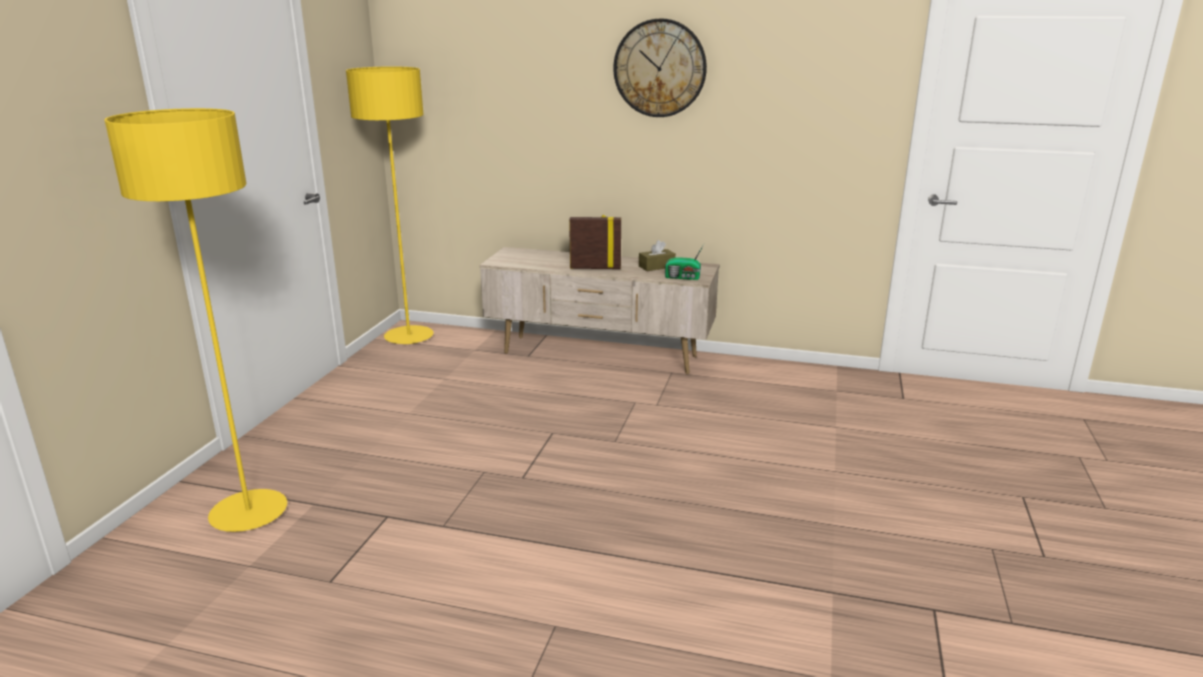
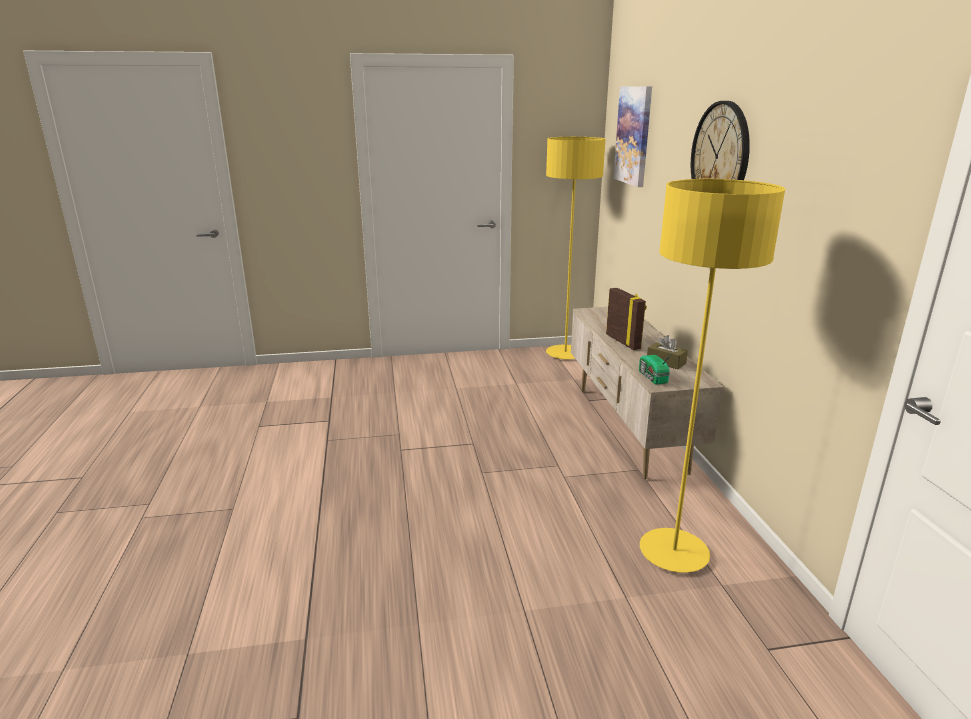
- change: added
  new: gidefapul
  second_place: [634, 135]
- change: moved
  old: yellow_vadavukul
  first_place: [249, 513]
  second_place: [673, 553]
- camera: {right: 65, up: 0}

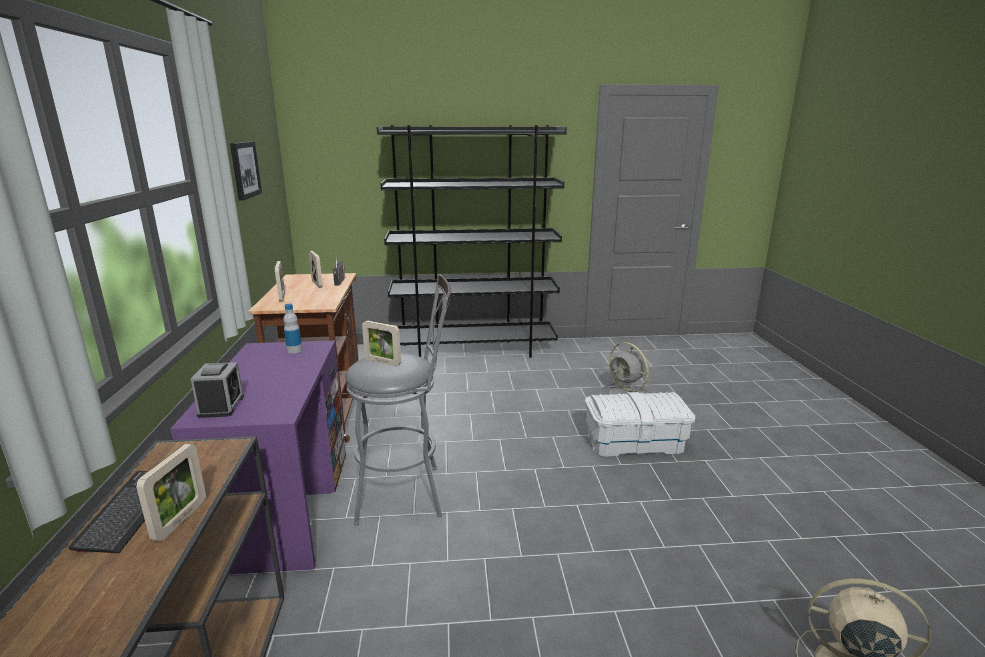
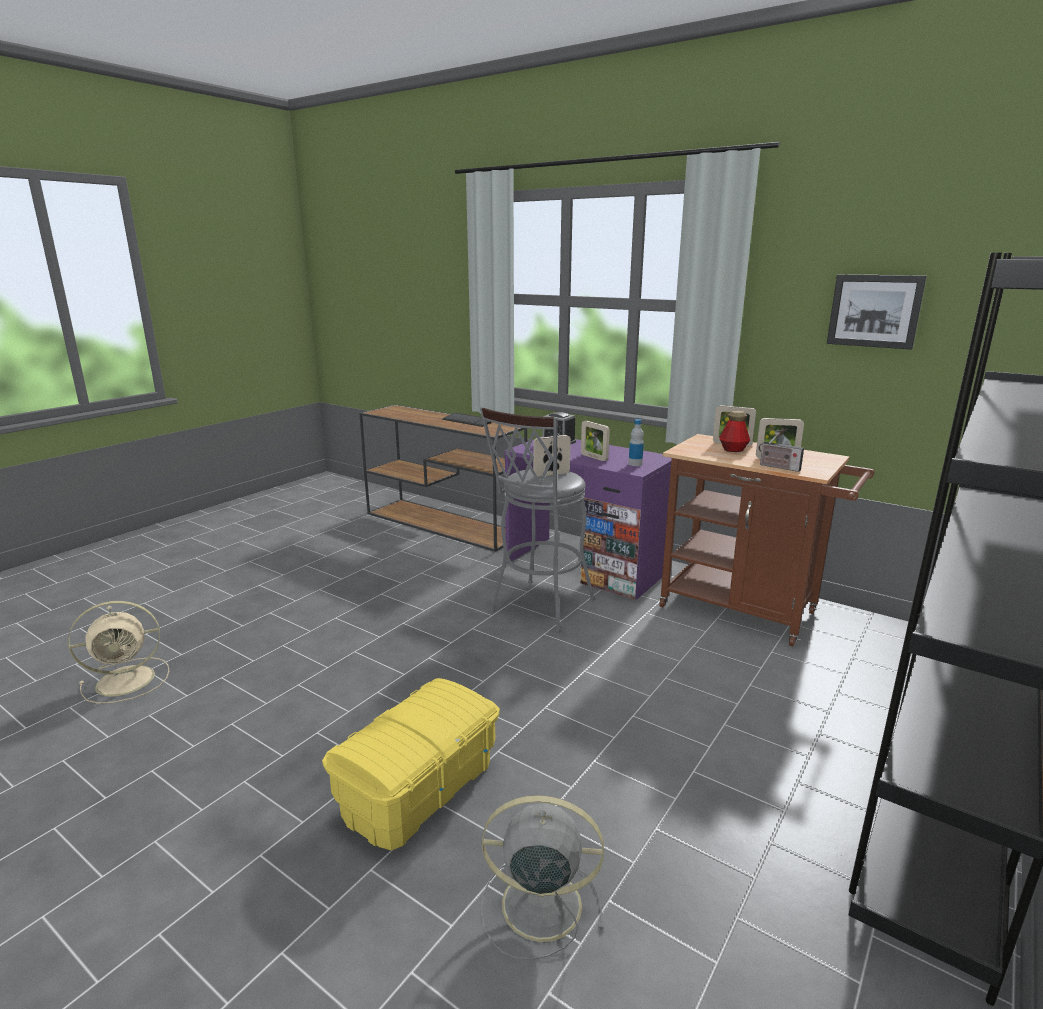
- change: added
  new: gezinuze
  second_place: [733, 450]
- change: moved
  old: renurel
  first_place: [180, 520]
  second_place: [594, 457]
- change: recoloured
  old: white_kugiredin
  new: yellow_kugiredin
  first_place: [635, 442]
  second_place: [419, 788]
- camera: {right: 130, up: 0}

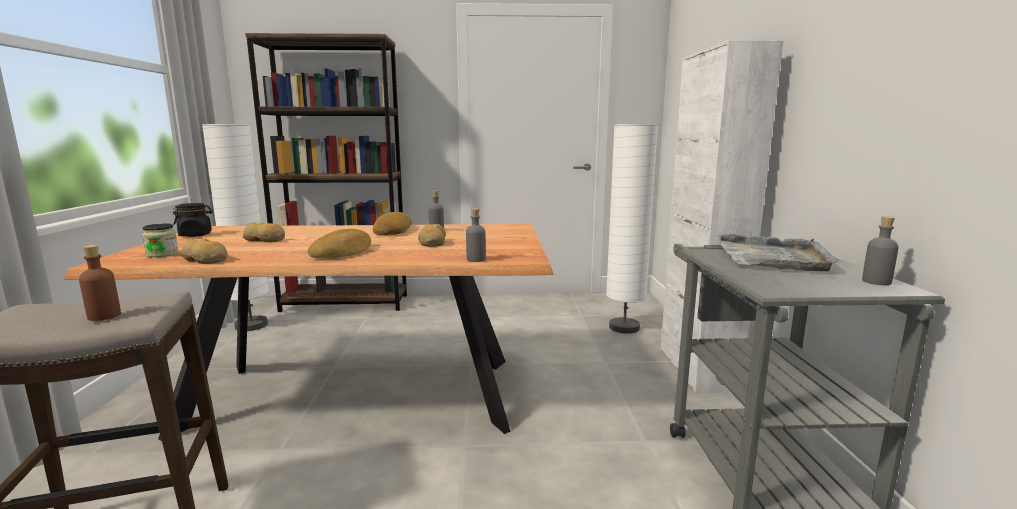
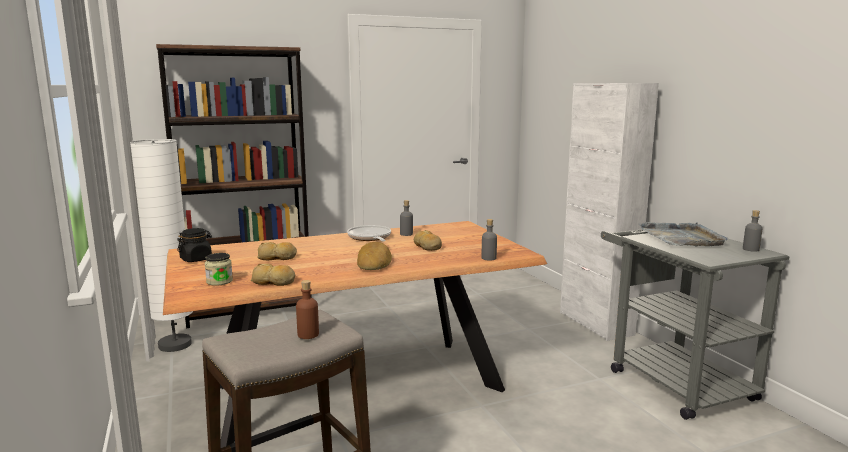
- change: removed
  old: white_vadavukul
  first_place: [624, 327]
- change: replaced
  old: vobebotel
  new: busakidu
  first_place: [392, 231]
  second_place: [370, 238]
- camera: {right: -20, up: 0}

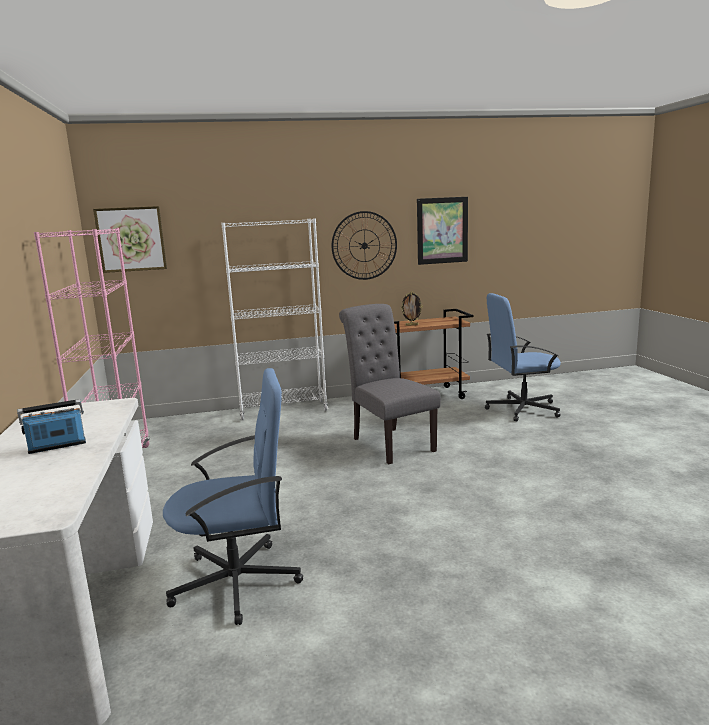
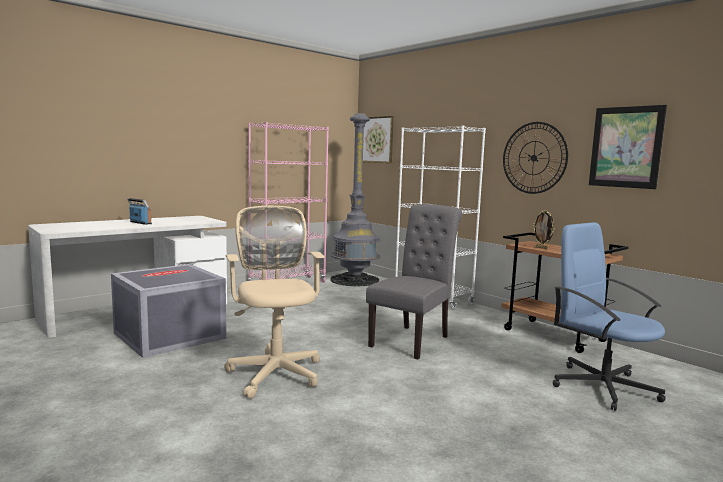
- change: added
  new: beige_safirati
  second_place: [275, 372]
- change: added
  new: grey_vadavukul
  second_place: [354, 280]
- change: replaced
  old: blue_safirati
  new: grey_kugiredin
  first_place: [238, 582]
  second_place: [168, 336]
- camera: {right: 60, up: -5}

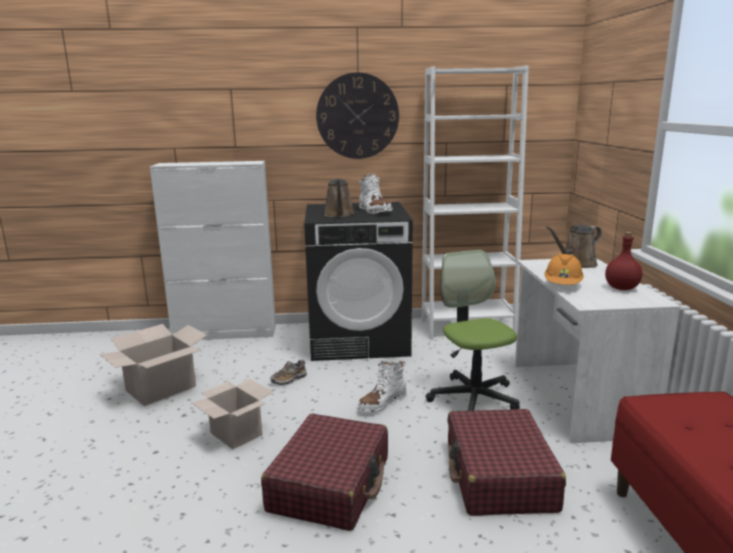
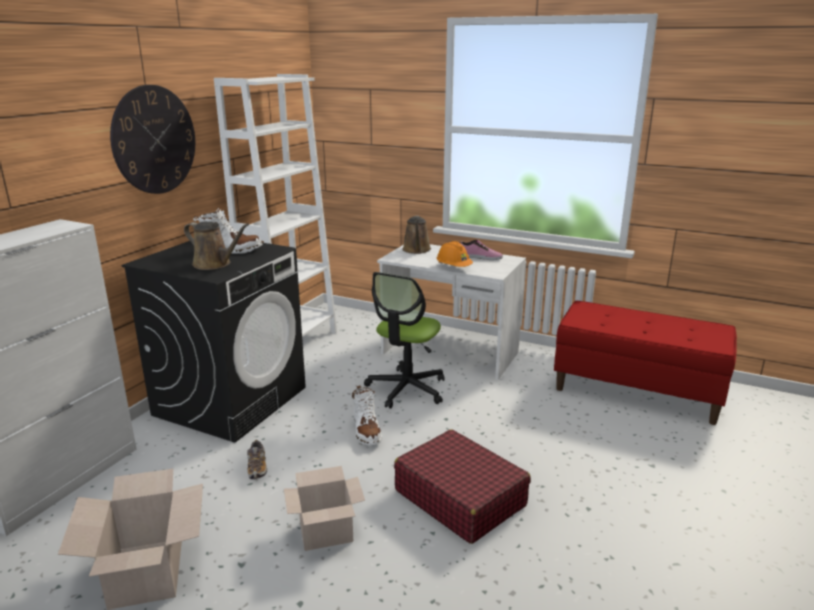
- change: removed
  old: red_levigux
  first_place: [499, 476]
- change: replaced
  old: red_gezinuze
  new: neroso
  first_place: [621, 288]
  second_place: [479, 257]
- change: turned
  old: safirati
  first_place: [473, 398]
  second_place: [406, 389]
  degrees: -75
- camera: {right: -60, up: 5}

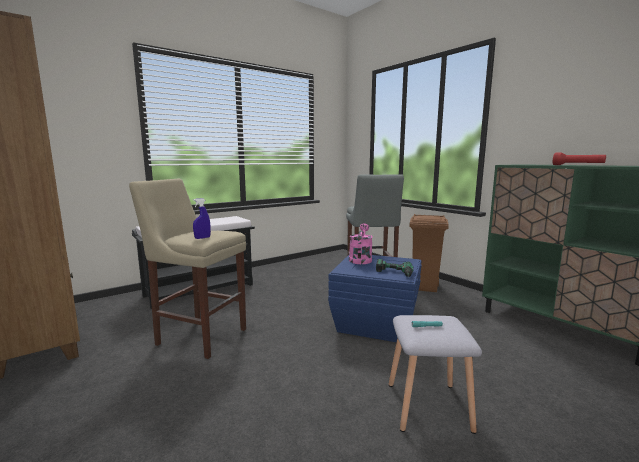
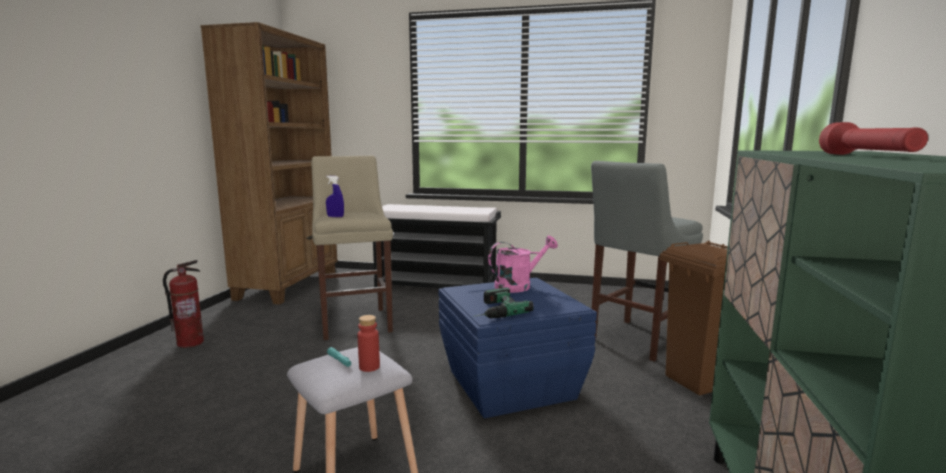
- change: added
  new: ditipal
  second_place: [190, 343]
- change: added
  new: red_gezinuze
  second_place: [369, 367]
- camera: {right: 50, up: 0}

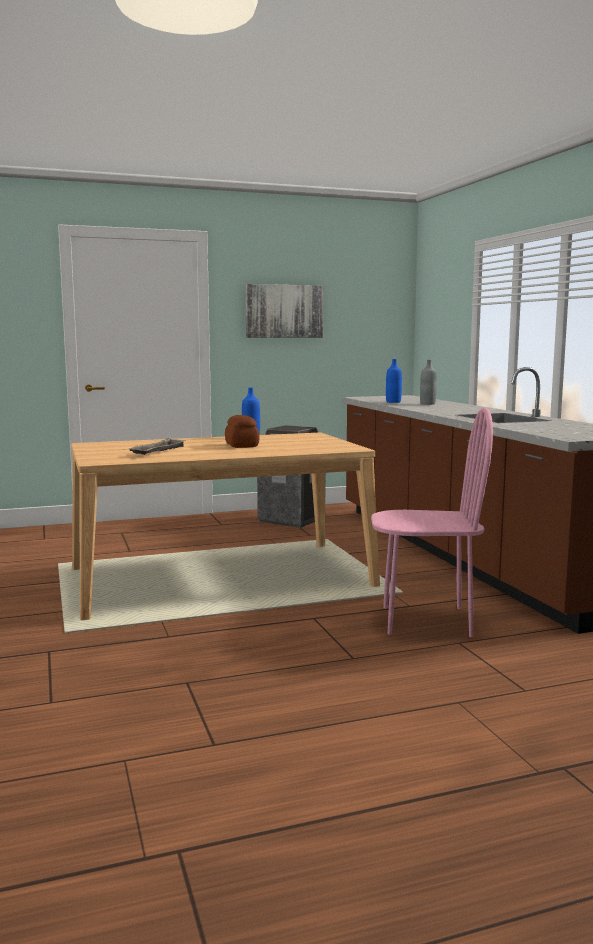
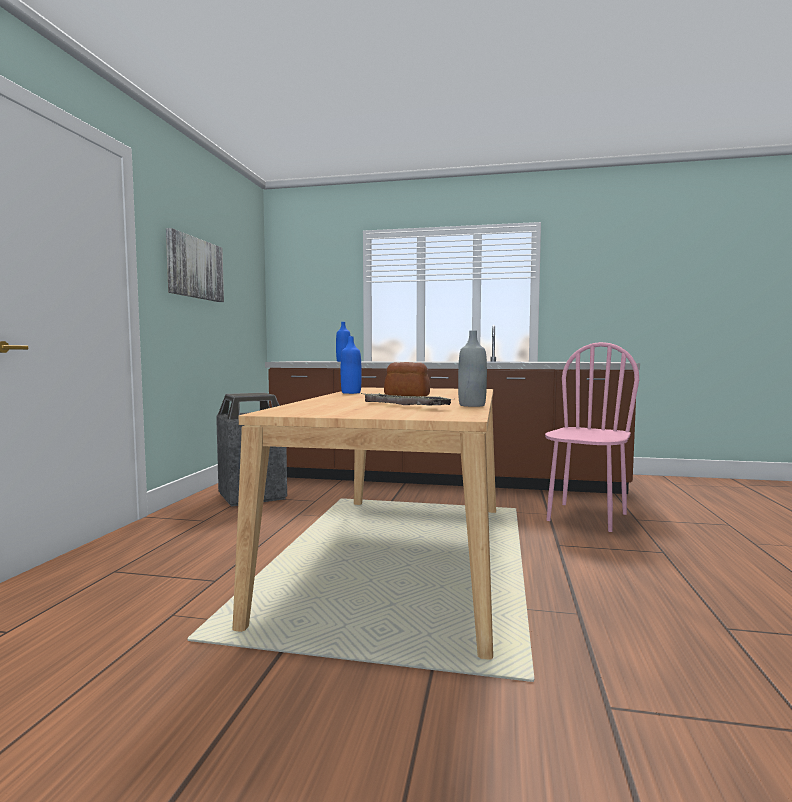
- change: moved
  old: grey_gezinuze
  first_place: [427, 404]
  second_place: [472, 405]
- camera: {right: -60, up: -5}

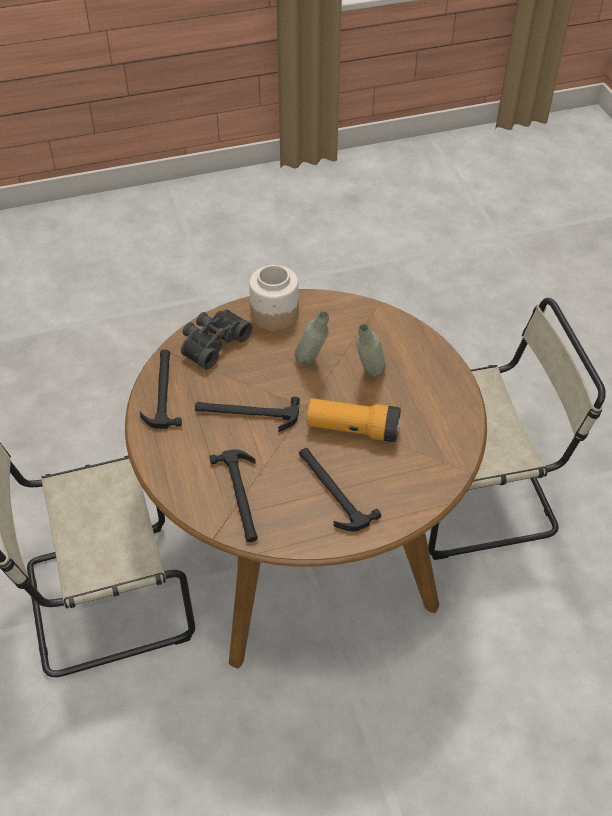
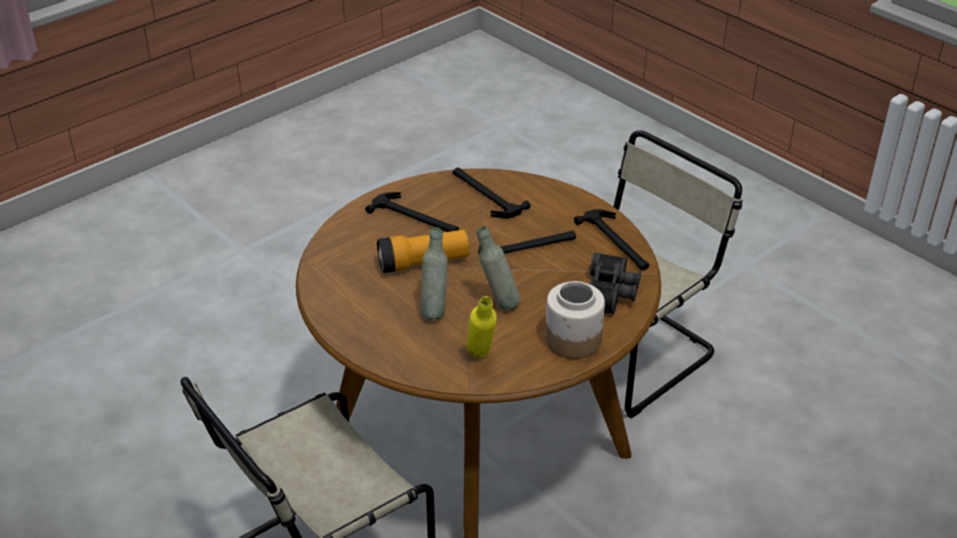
- change: added
  new: yellow_gezinuze
  second_place: [481, 359]
- camera: {right: 155, up: -10}

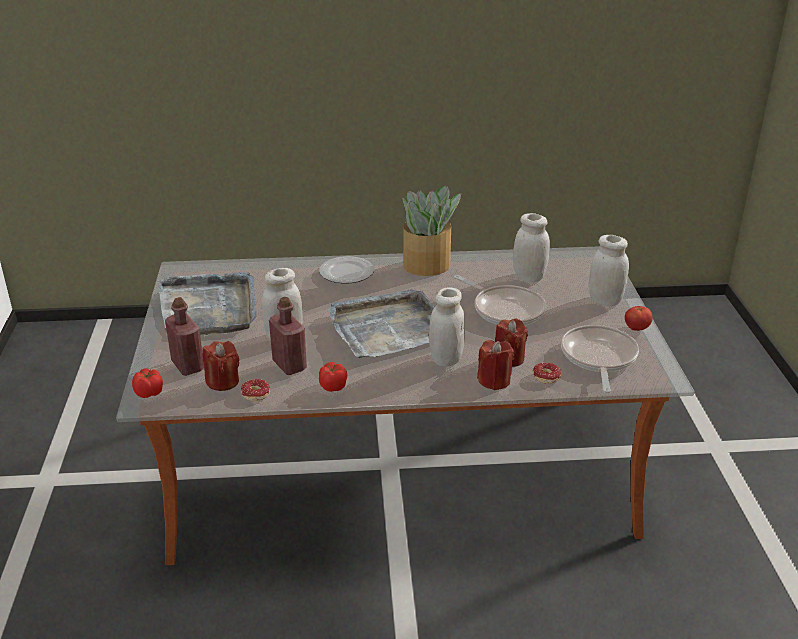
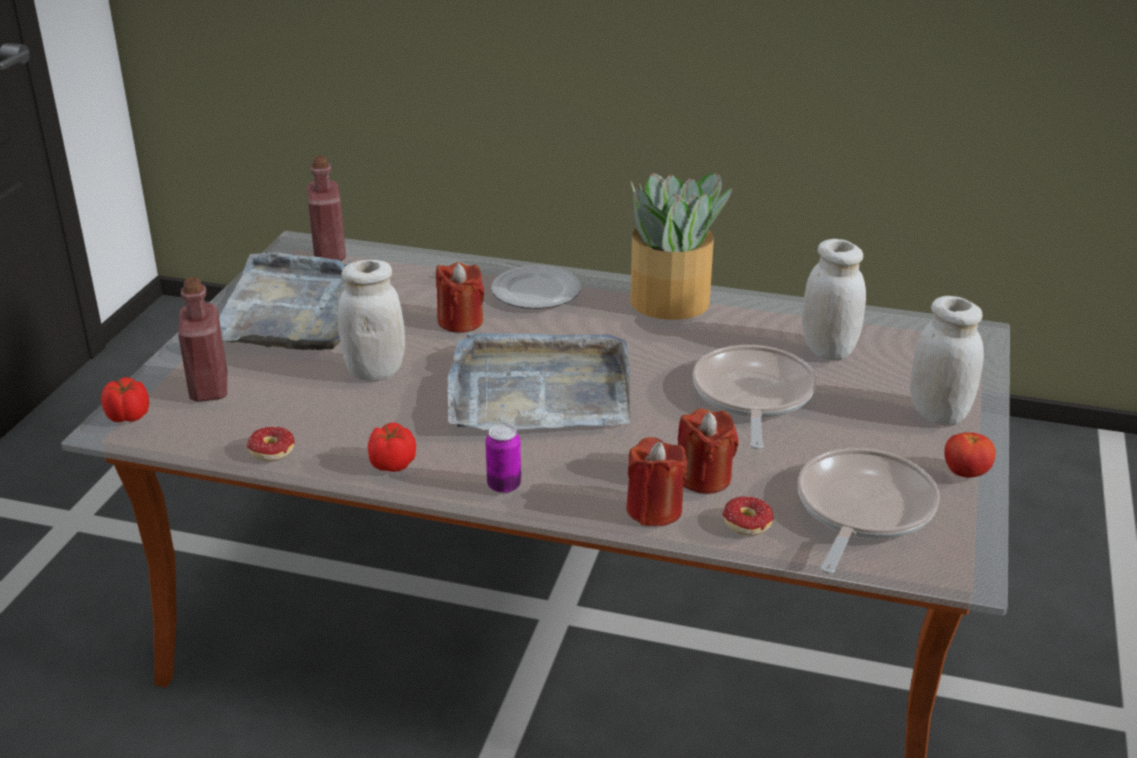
- change: removed
  old: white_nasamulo
  first_place: [446, 359]
- change: added
  new: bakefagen
  second_place: [504, 485]
- change: moved
  old: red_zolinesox
  first_place: [223, 381]
  second_place: [460, 321]
- change: moved
  old: red_gezinuze
  first_place: [289, 365]
  second_place: [329, 253]
- change: turned
  old: busakidu
  first_place: [505, 310]
  second_place: [752, 396]
  degrees: -150
- camera: {right: 20, up: 0}

